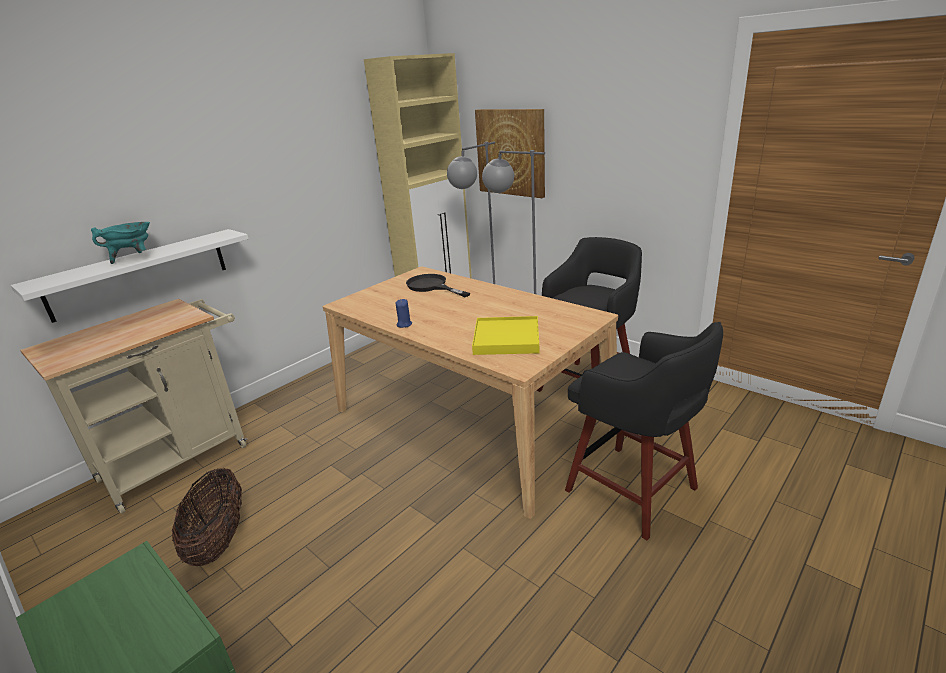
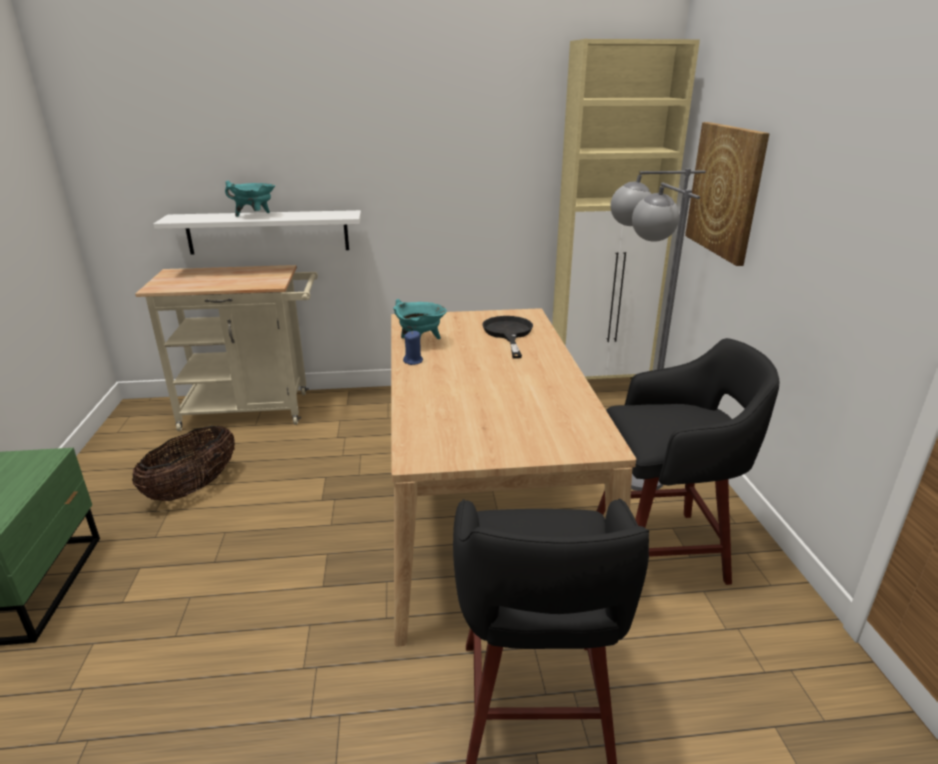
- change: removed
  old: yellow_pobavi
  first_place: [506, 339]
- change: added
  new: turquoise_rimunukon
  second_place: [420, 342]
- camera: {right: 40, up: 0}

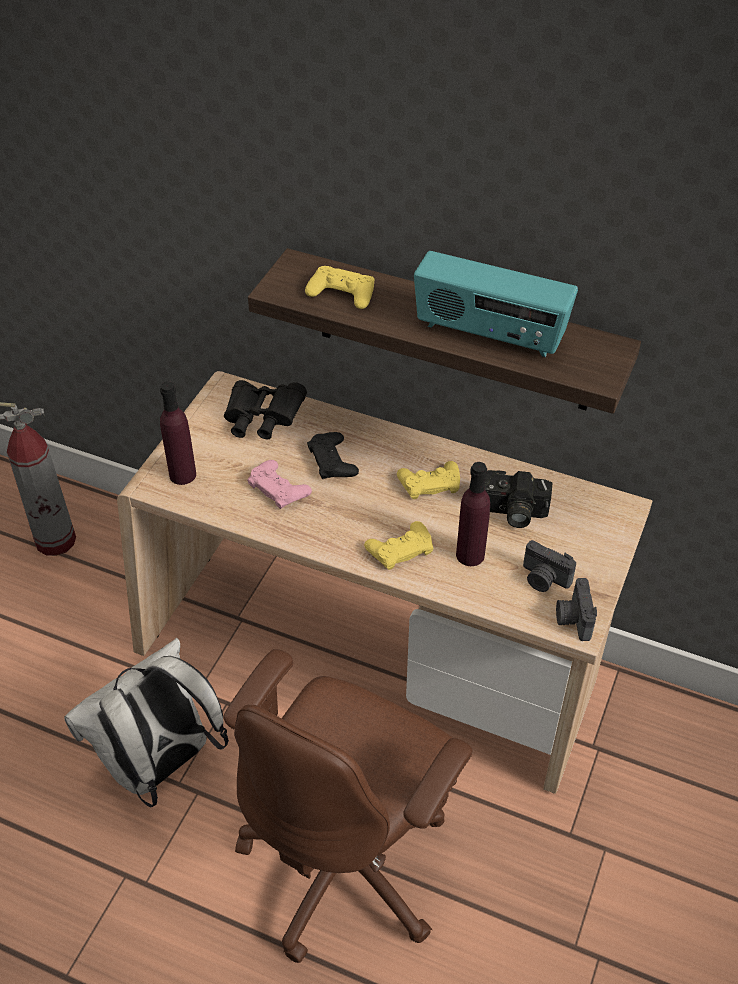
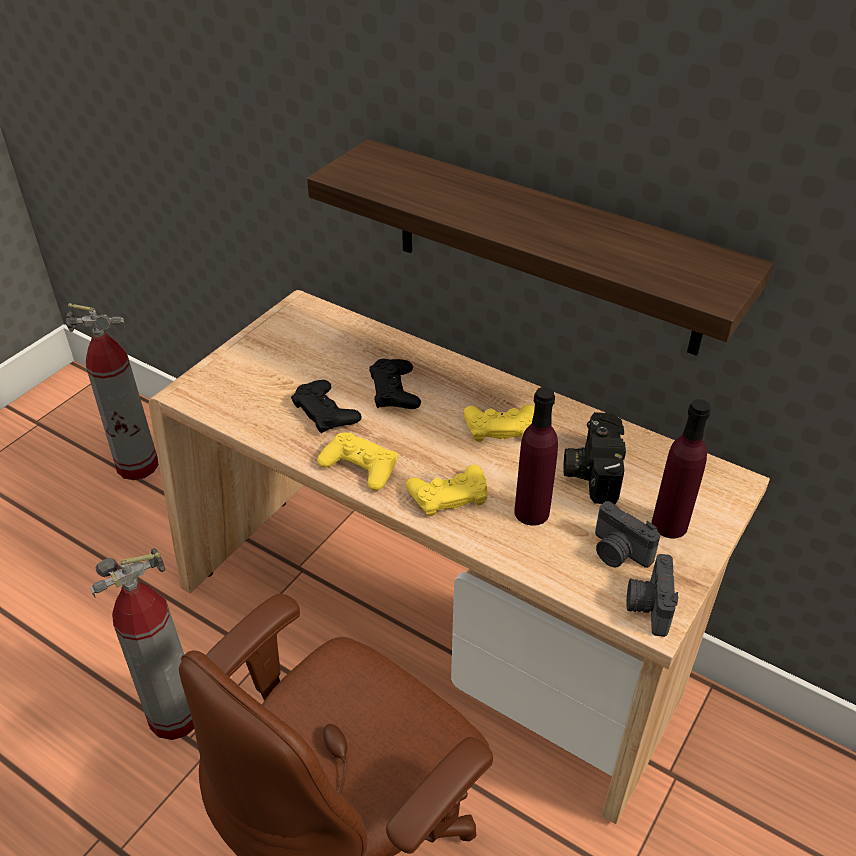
- change: removed
  old: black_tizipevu
  first_place: [262, 420]
- change: removed
  old: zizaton
  first_place: [489, 334]
- change: moved
  old: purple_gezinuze
  first_place: [182, 475]
  second_place: [669, 524]
- change: moved
  old: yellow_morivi
  first_place: [342, 293]
  second_place: [360, 466]
- change: replaced
  old: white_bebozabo
  new: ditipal
  first_place: [161, 766]
  second_place: [175, 716]
- change: recoloured
  old: pink_morivi
  new: black_morivi
  first_place: [278, 488]
  second_place: [325, 412]
- change: turned
  old: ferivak
  first_place: [510, 512]
  second_place: [591, 470]
  degrees: 75
- camera: {right: 10, up: -5}

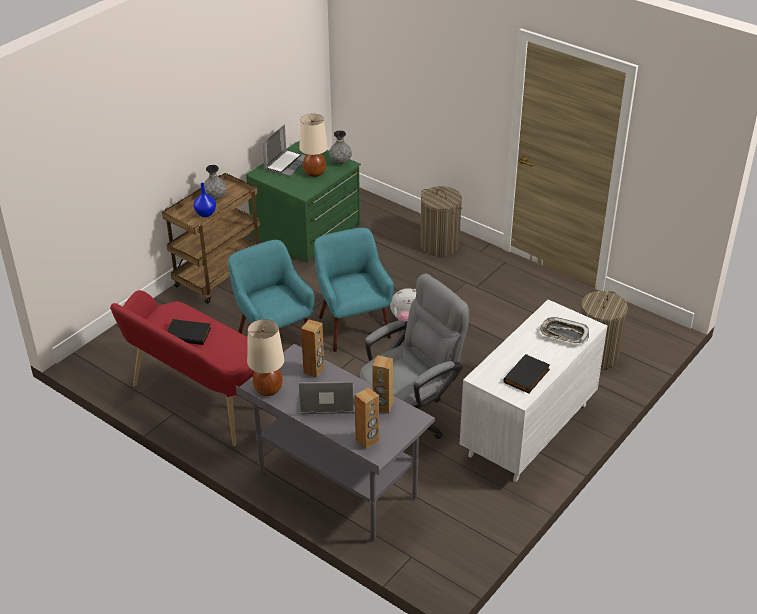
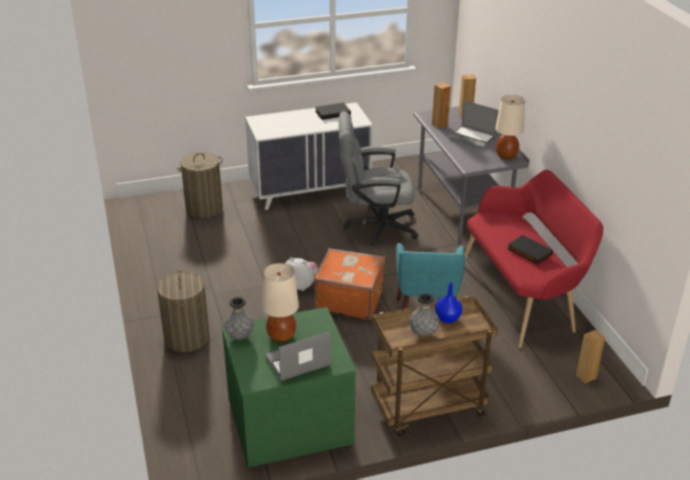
- change: removed
  old: pobavi
  first_place: [564, 334]
- change: moved
  old: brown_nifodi
  first_place: [314, 370]
  second_place: [585, 376]
- change: replaced
  old: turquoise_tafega
  new: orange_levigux
  first_place: [353, 327]
  second_place: [349, 300]
- camera: {right: -145, up: -5}

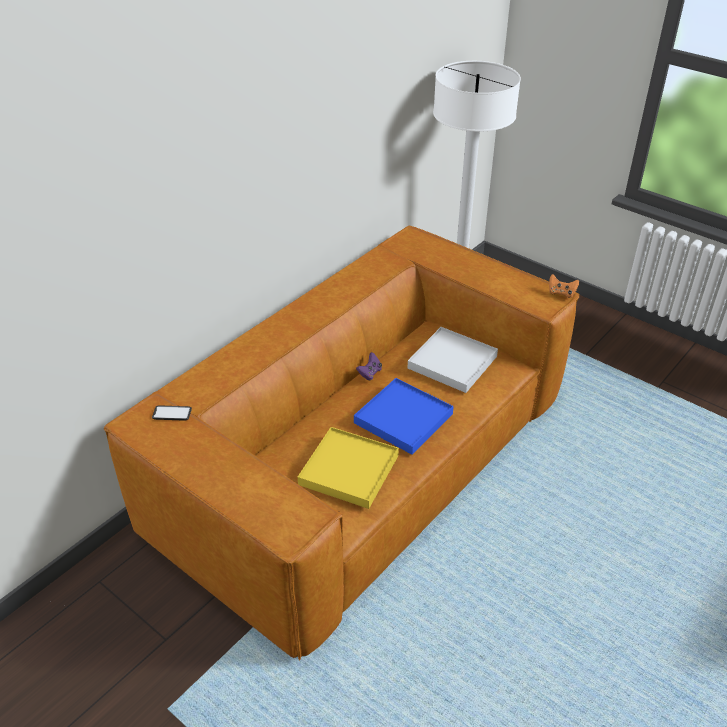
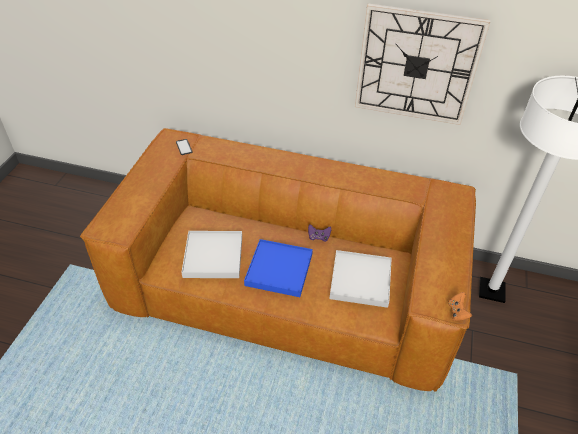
- change: added
  new: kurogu
  second_place: [416, 66]
- change: recoloured
  old: yellow_pobavi
  new: white_pobavi
  first_place: [349, 470]
  second_place: [213, 256]
- camera: {right: 65, up: 5}

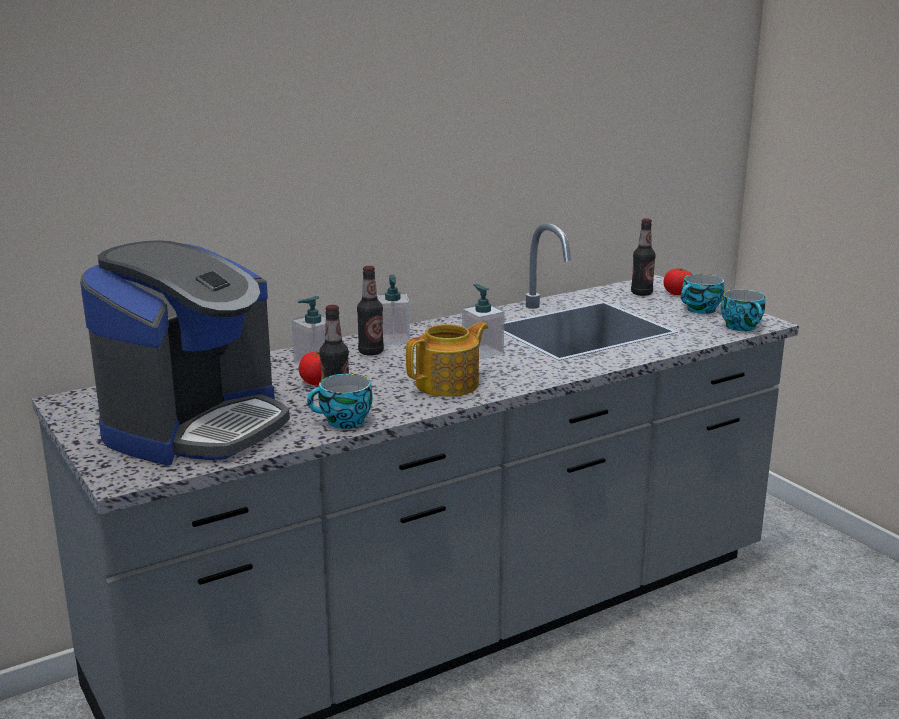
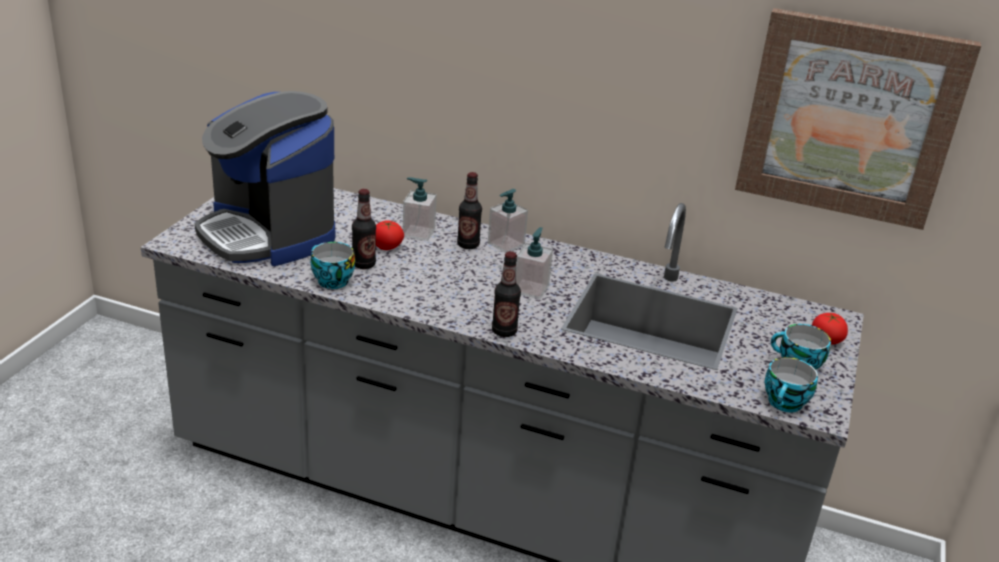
- change: removed
  old: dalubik
  first_place: [449, 384]
- change: added
  new: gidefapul
  second_place: [850, 118]
- change: moved
  old: gezinuze
  first_place: [641, 293]
  second_place: [504, 331]
- change: turned
  old: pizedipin
  first_place: [196, 426]
  second_place: [268, 234]
  degrees: 60
- camera: {right: 50, up: 10}

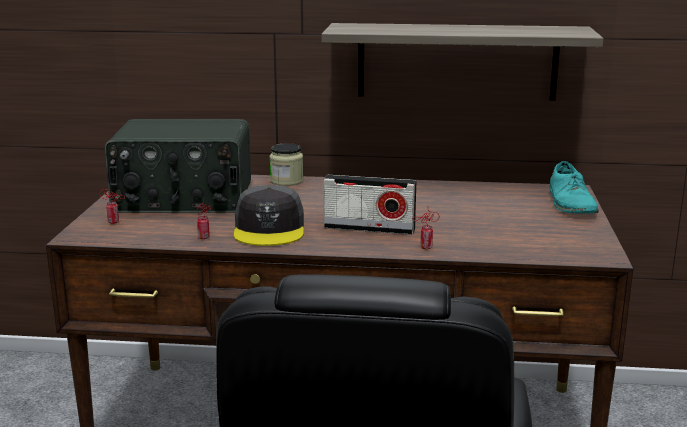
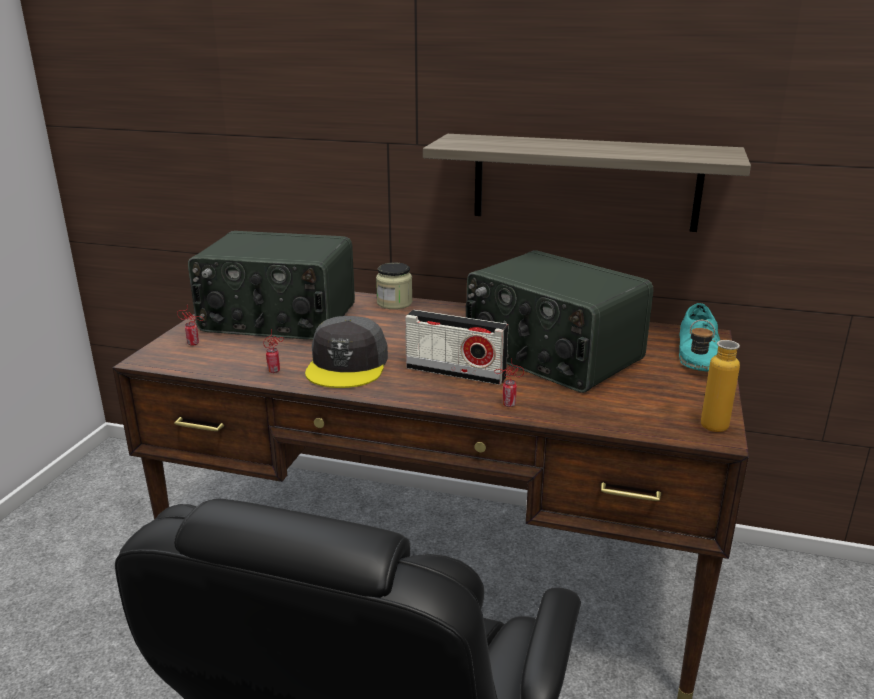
- change: added
  new: zizaton
  second_place: [551, 355]
- change: added
  new: gezinuze
  second_place: [702, 423]
- camera: {right: 10, up: 5}

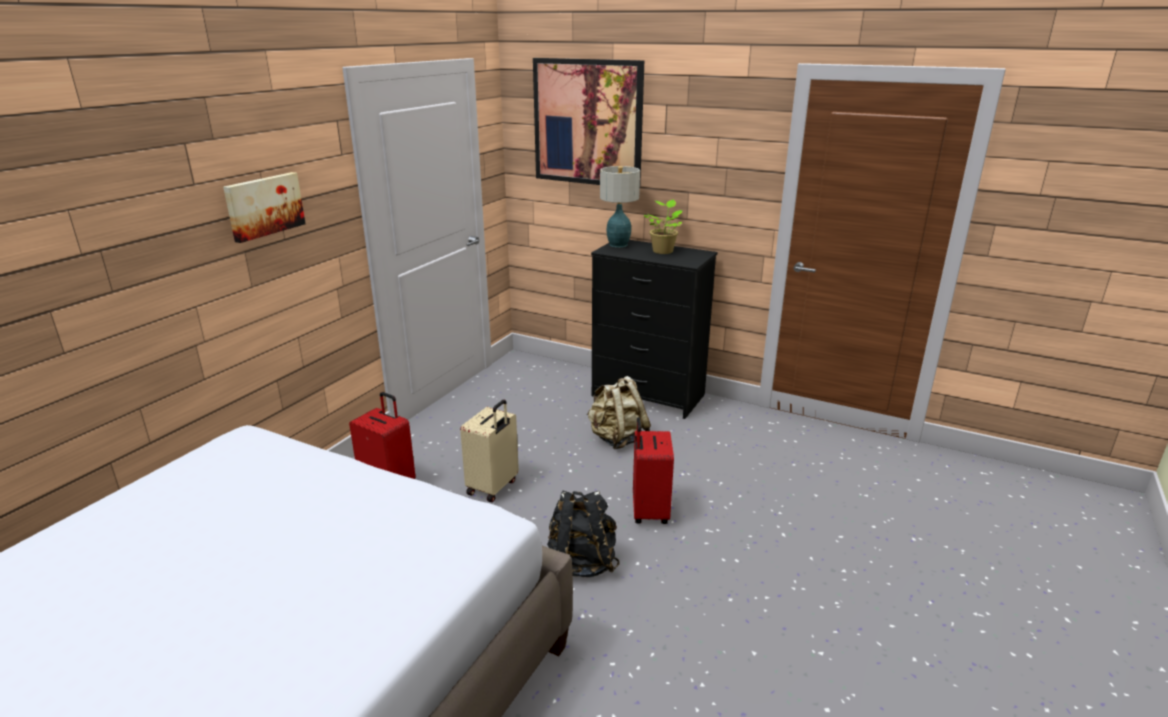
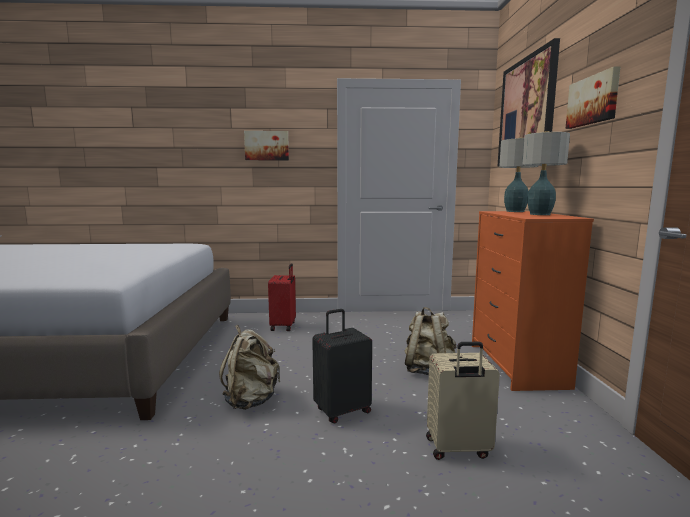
- change: added
  new: gidefapul
  second_place: [593, 100]
- change: moved
  old: beige_levigux
  first_place: [493, 487]
  second_place: [458, 449]
- change: replaced
  old: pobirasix
  new: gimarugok
  first_place: [663, 251]
  second_place: [539, 214]
- change: recoloured
  old: black_bebozabo
  new: beige_bebozabo
  first_place: [581, 562]
  second_place: [251, 400]
- change: recoloured
  old: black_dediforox
  new: orange_dediforox
  first_place: [647, 395]
  second_place: [516, 365]
- change: recoloured
  old: red_levigux
  new: black_levigux
  first_place: [648, 512]
  second_place: [342, 410]
- camera: {right: 60, up: -15}

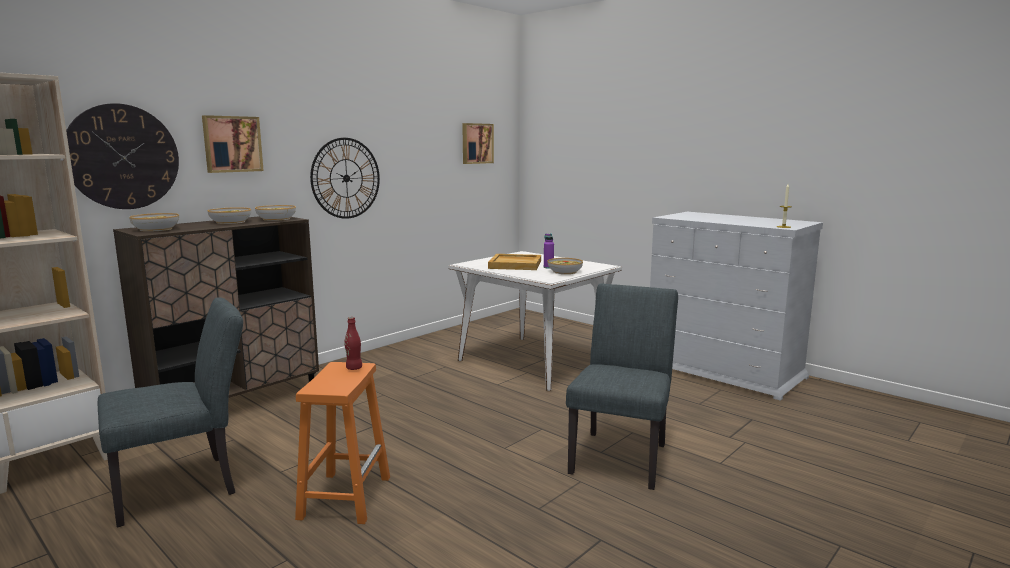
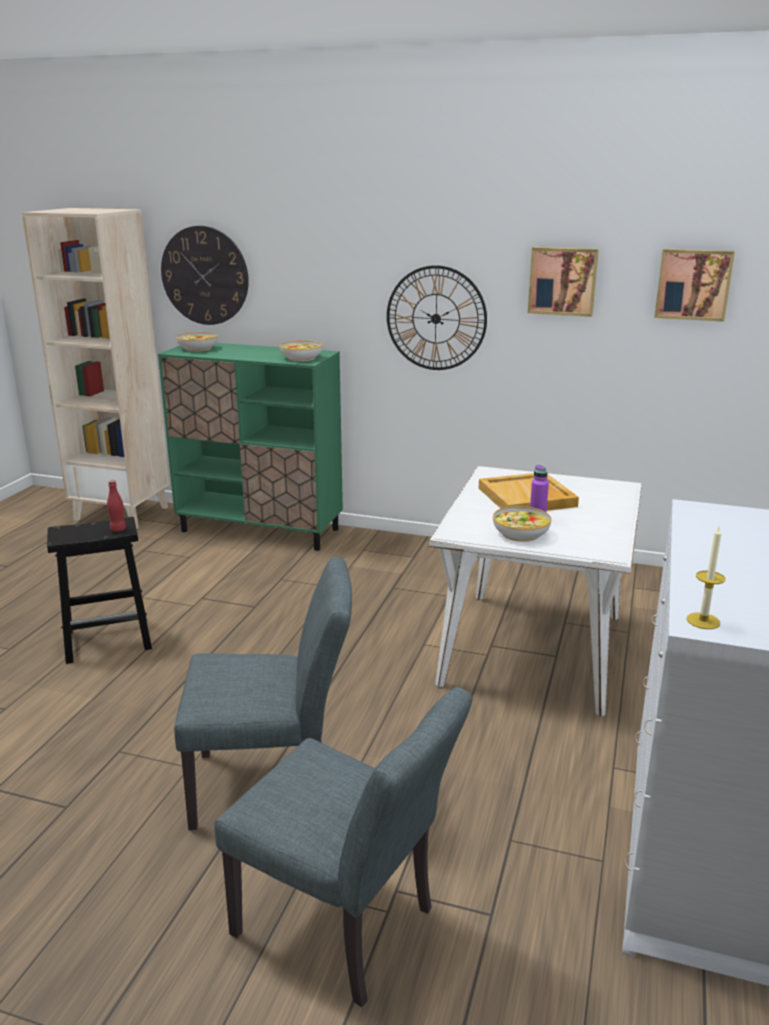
- change: removed
  old: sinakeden
  first_place: [230, 222]
- change: moved
  old: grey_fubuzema
  first_place: [185, 486]
  second_place: [346, 928]
- change: moved
  old: gidefapul
  first_place: [232, 144]
  second_place: [562, 281]
- change: recoloured
  old: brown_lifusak
  new: green_lifusak
  first_place: [235, 402]
  second_place: [260, 530]
- change: recoloured
  old: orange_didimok
  new: black_didimok
  first_place: [345, 496]
  second_place: [109, 639]
- camera: {right: 65, up: 10}

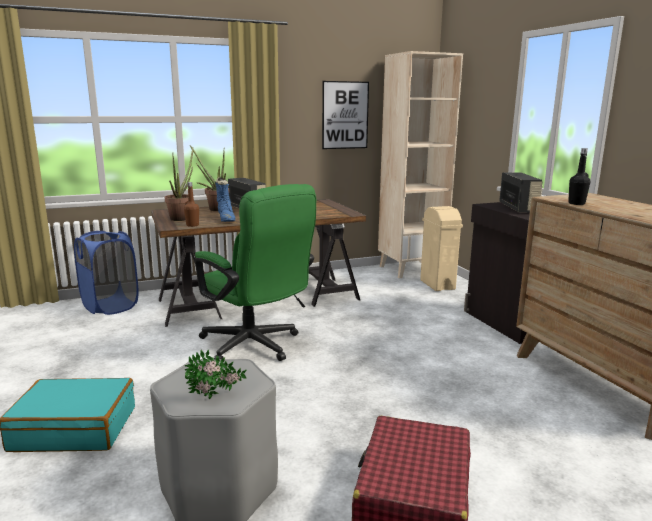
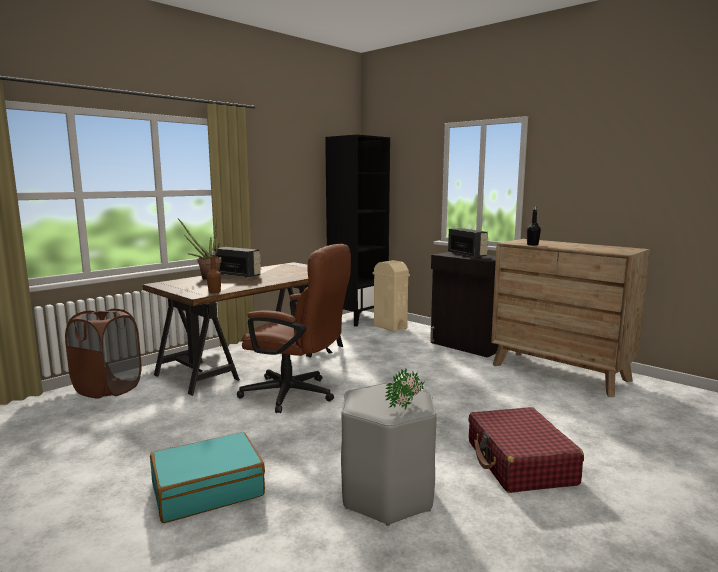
- change: removed
  old: pobirasix
  first_place: [182, 218]
- change: removed
  old: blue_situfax
  first_place: [226, 219]
- change: removed
  old: gidefapul
  first_place: [345, 115]
- change: recoloured
  old: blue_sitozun
  new: brown_sitozun
  first_place: [110, 306]
  second_place: [108, 389]
- change: recoloured
  old: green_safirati
  new: brown_safirati
  first_place: [256, 346]
  second_place: [296, 395]
- change: recoloured
  old: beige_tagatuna
  new: black_tagatuna
  first_place: [411, 269]
  second_place: [358, 318]
- camera: {right: -25, up: -5}

